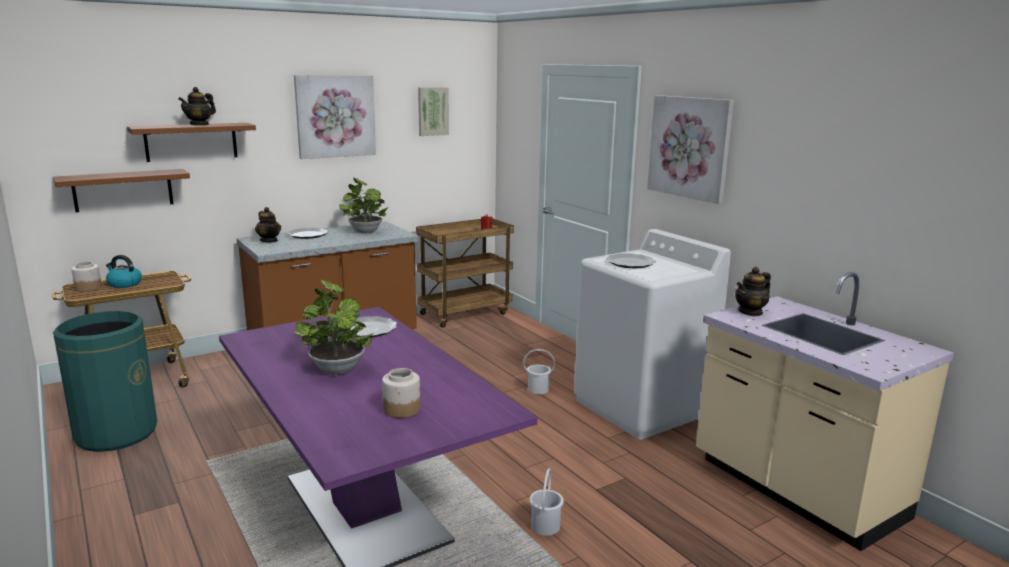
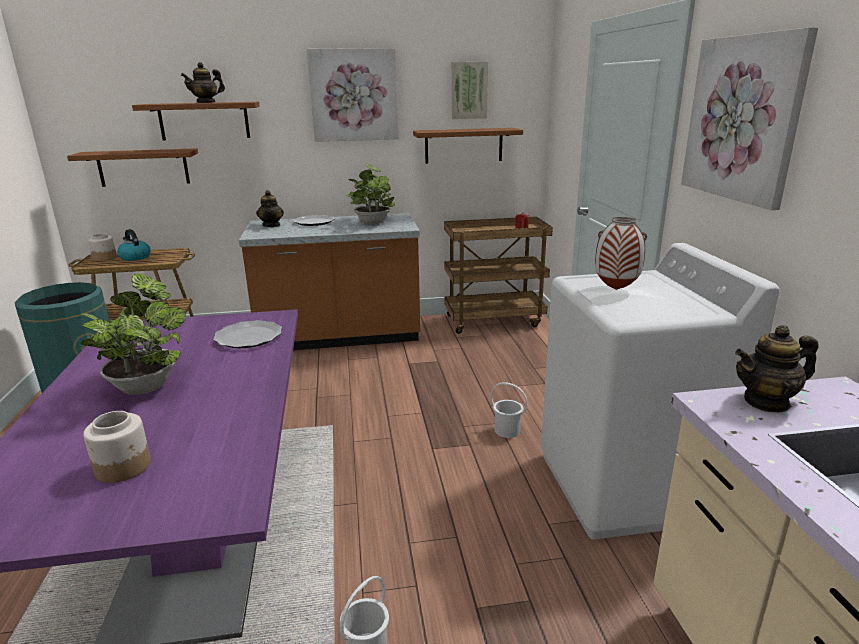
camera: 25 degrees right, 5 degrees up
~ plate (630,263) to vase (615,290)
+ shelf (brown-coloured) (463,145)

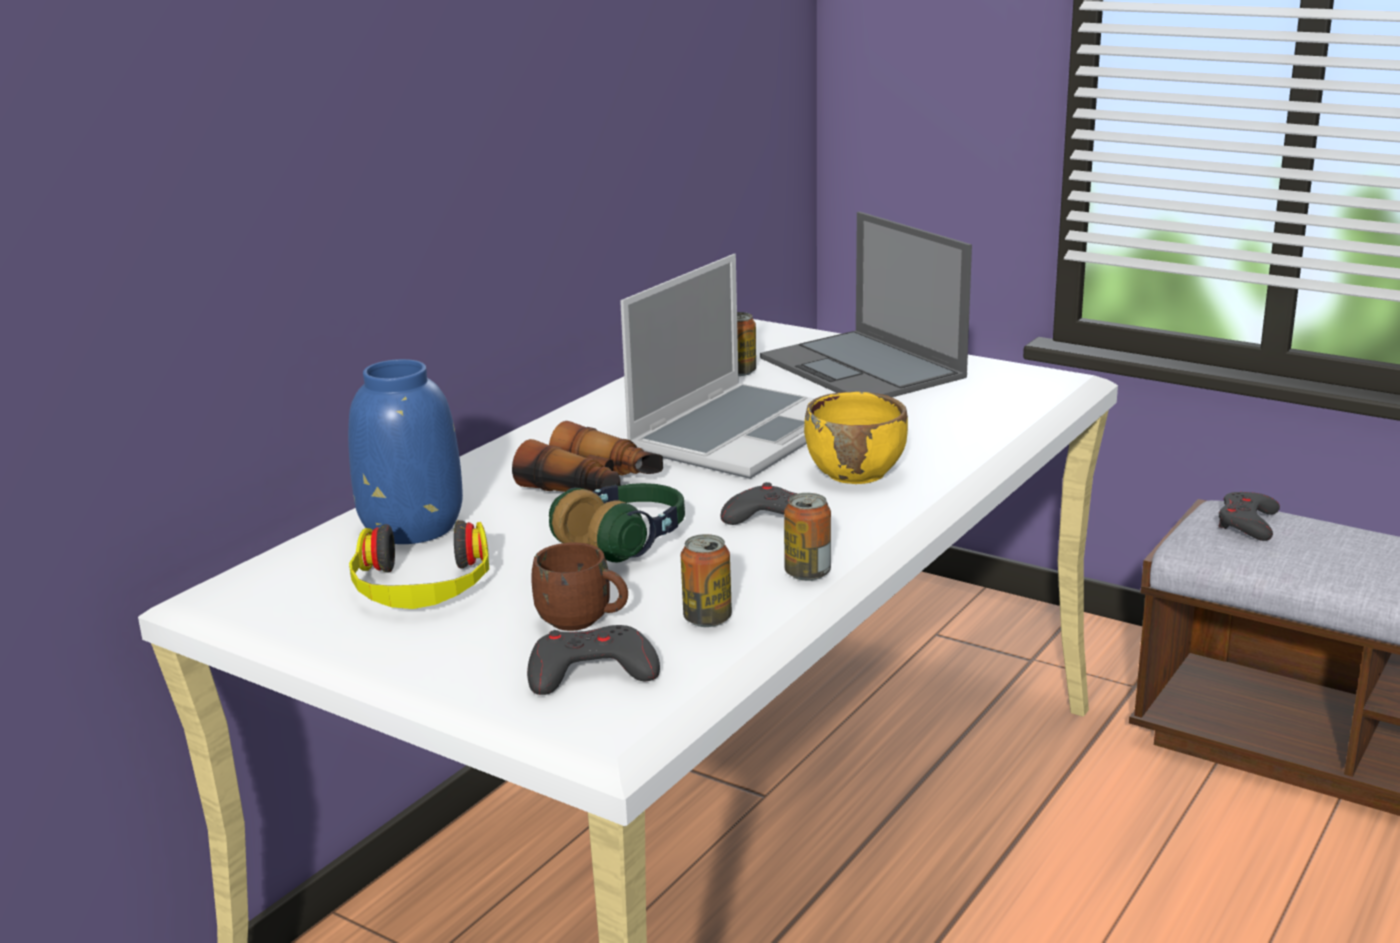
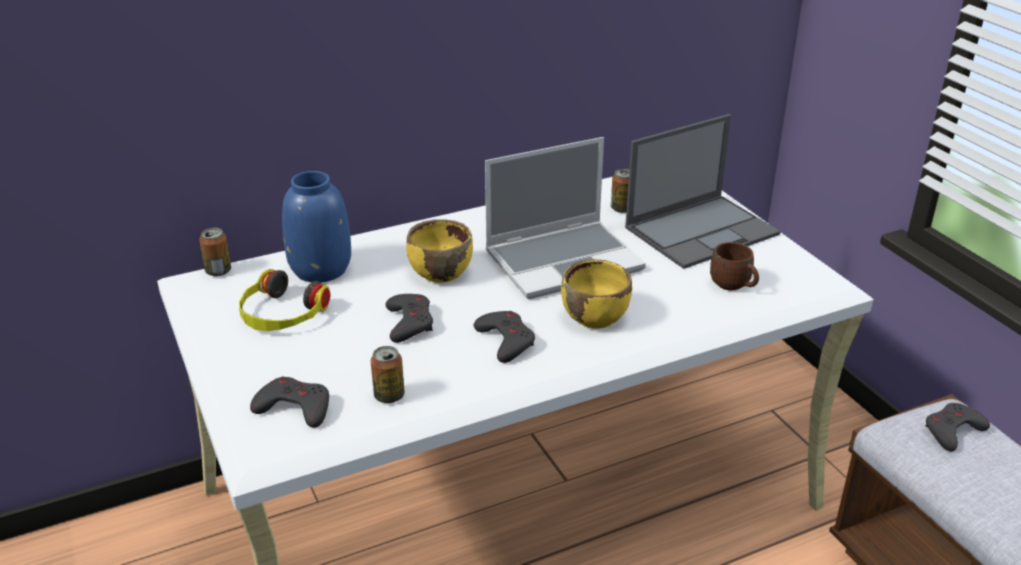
camera: 30 degrees right, 10 degrees up
~ laptop (864,368) = (702,230) 120 degrees counterclockwise
~ binoculars (594,486) to bowl (yellow-coloured) (440,273)
~ pair of headphones (625,543) to gamepad (grey) (409,322)
~ can (807,573) to (218,271)
~ coffee mug (brown-coloured) (583,621) to (734,286)

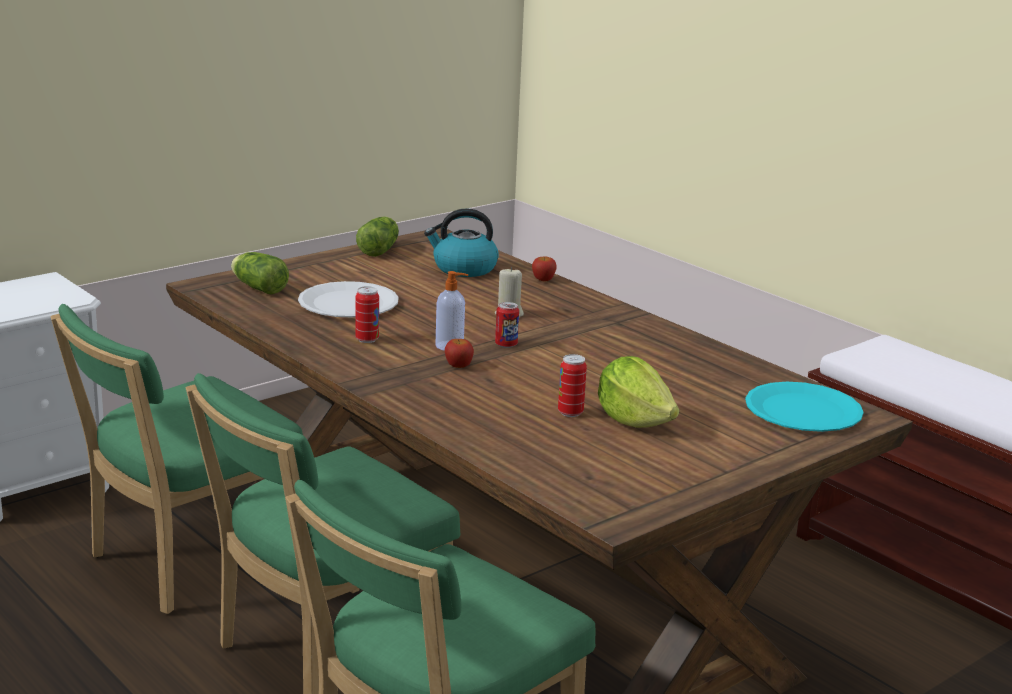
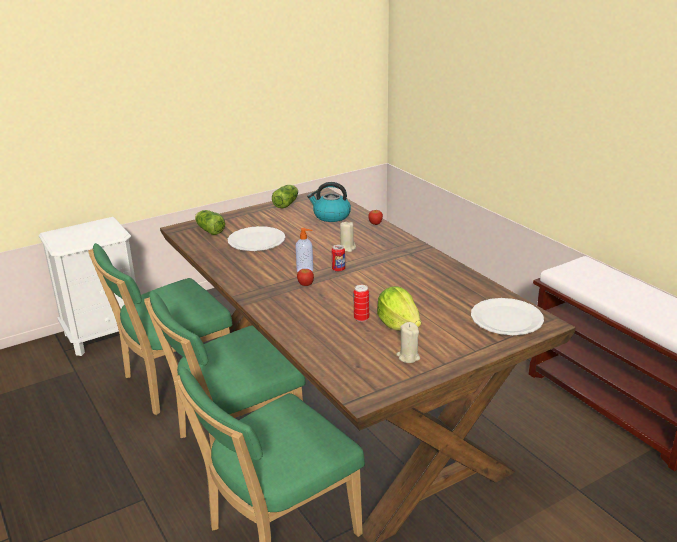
camera: 10 degrees right, 5 degrees up
- can (367,339)
~ plate (blue-green) (803,411) to plate (whitish) (506,319)
+ candle (beige) (408,357)

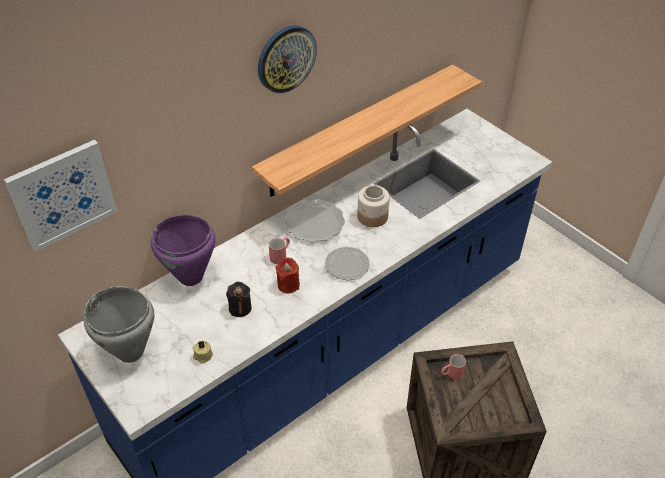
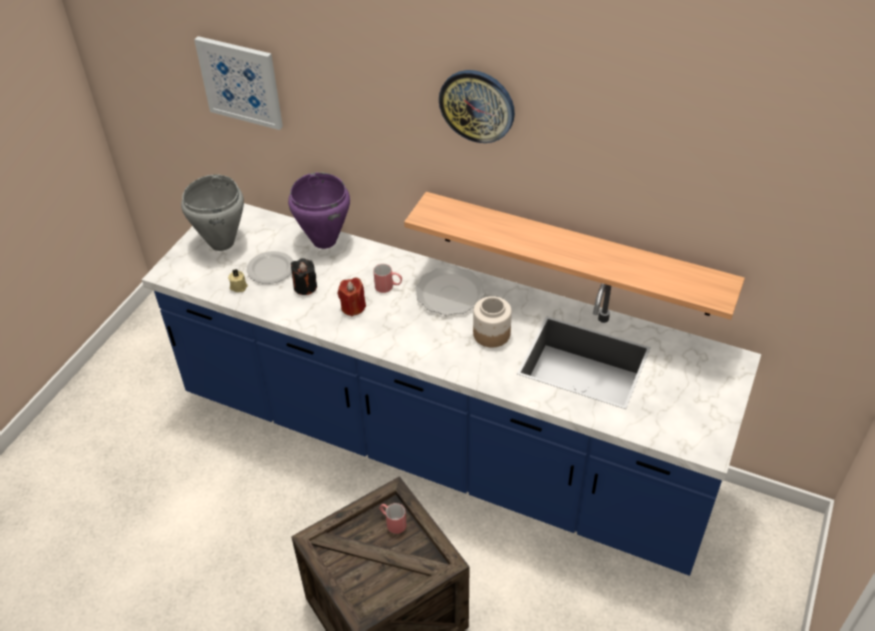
camera: 65 degrees right, 0 degrees up
~ plate (346,265) to (270,269)

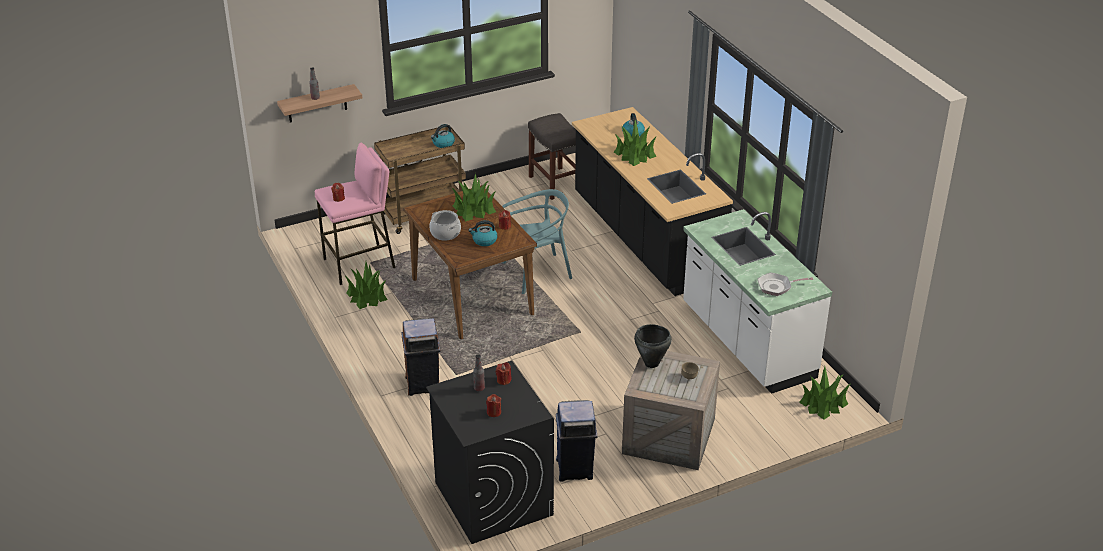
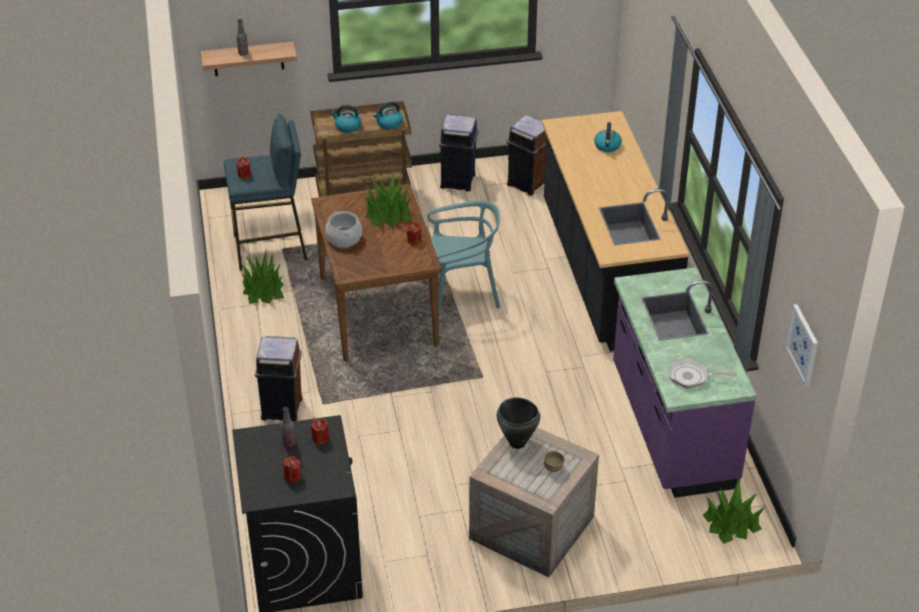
camera: 15 degrees right, 5 degrees up
~ stool (grey) (555,183) to trash can (brown-coloured) (528,183)
- plant in a pot (634,154)
~ stool (pink-coloured) (360,264) to stool (blue) (271,249)
~ kitchen base unit (whitish) (746,343) to kitchen base unit (purple) (670,427)
~ tea kettle (484,241) to (347,126)
~ trash can (blue) (575,469) to (458,181)
+ picture (803,344)

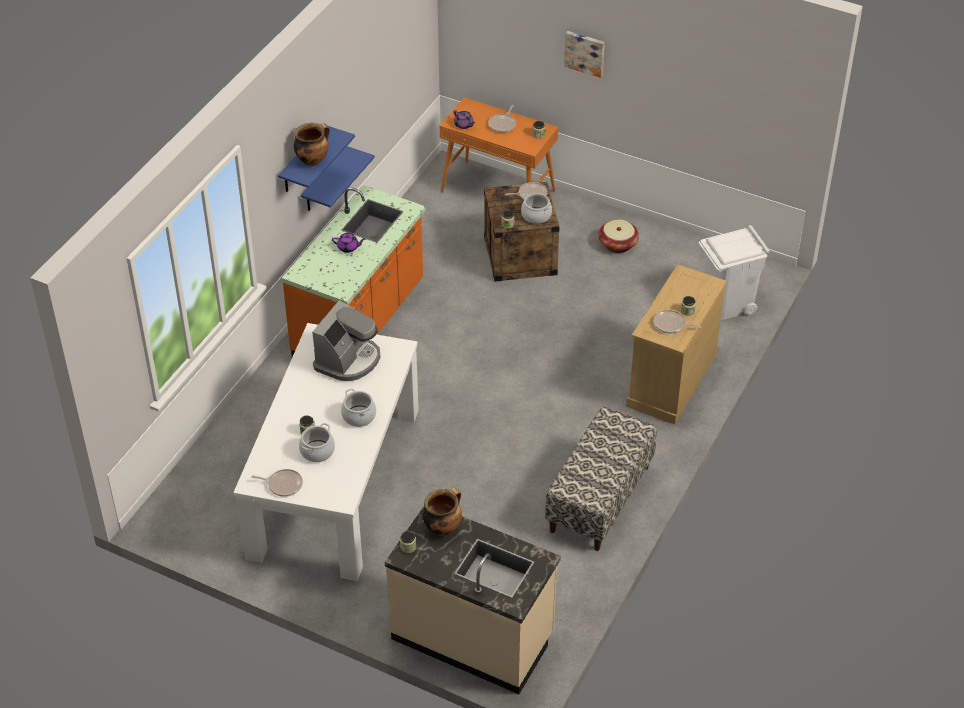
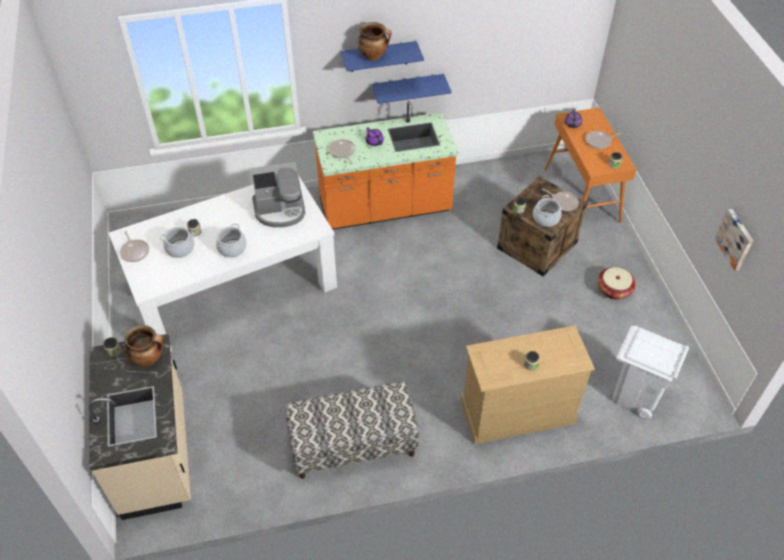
camera: 50 degrees right, 5 degrees up
~ picture (585,53) to (735,239)
~ pan (671,324) to (342,152)

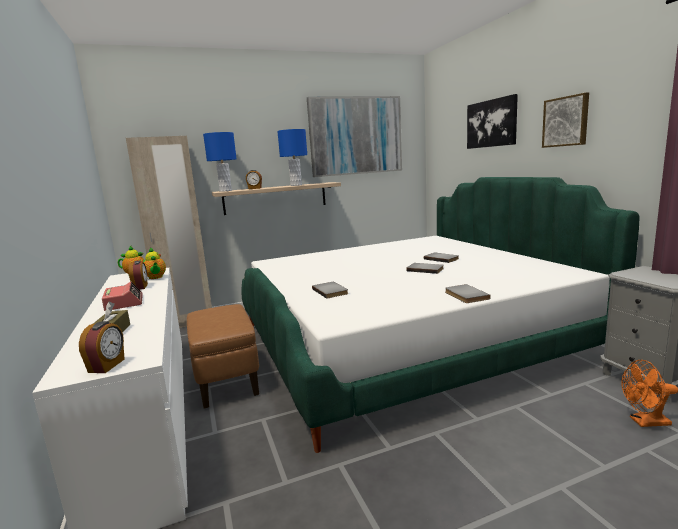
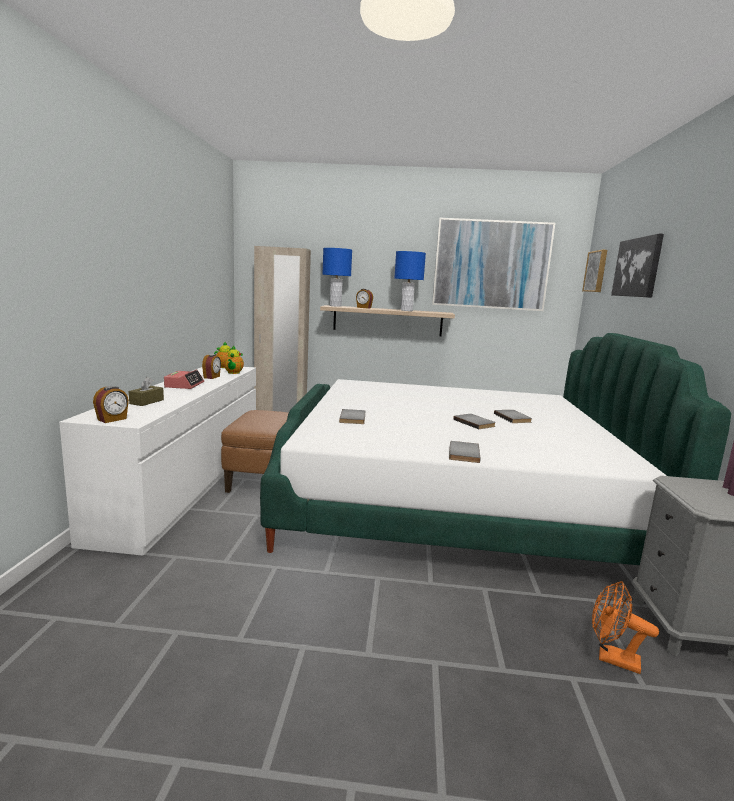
camera: 25 degrees right, 0 degrees up
~ picture (566,121) to (596,271)

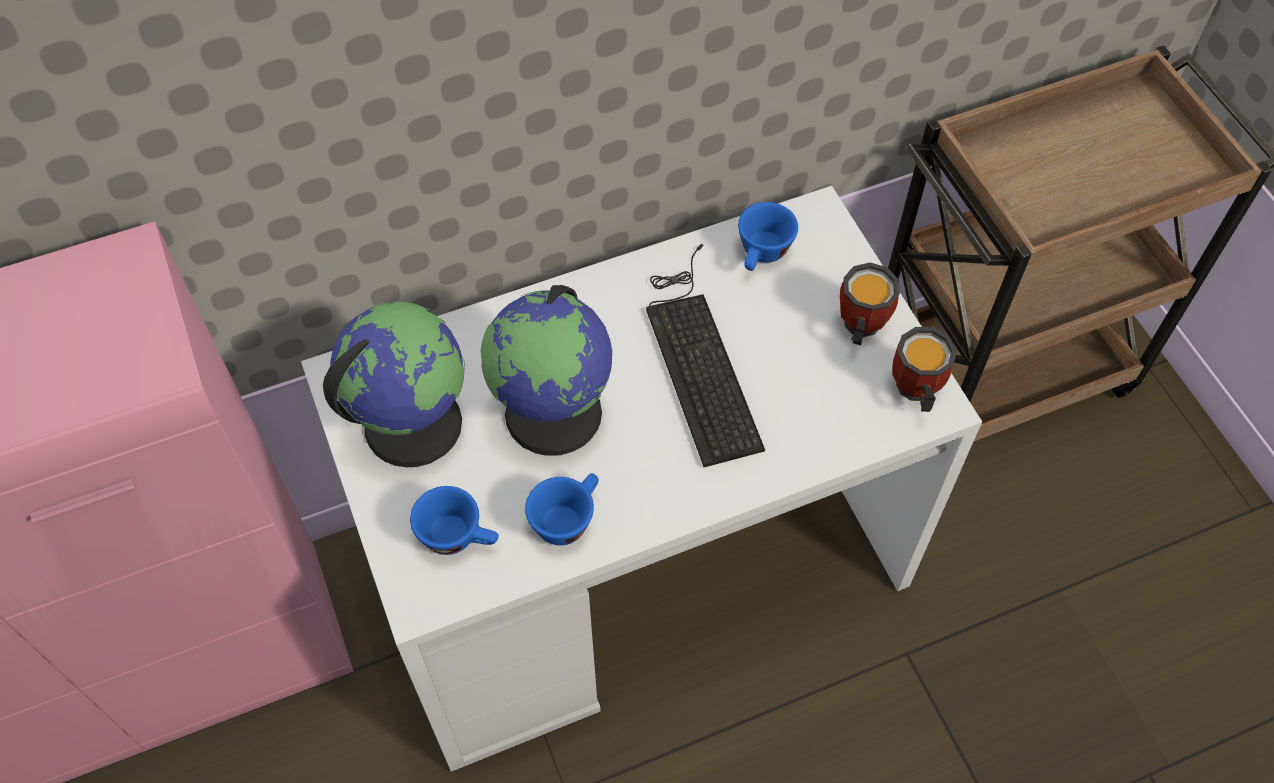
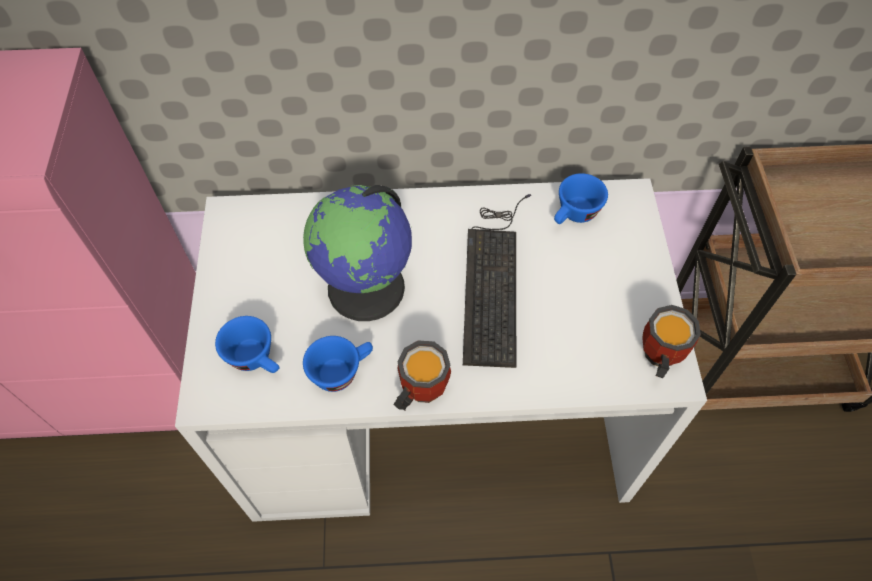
camera: 20 degrees right, 0 degrees up
~ coffee mug (857,327) to (418,391)
- desk globe (412,423)

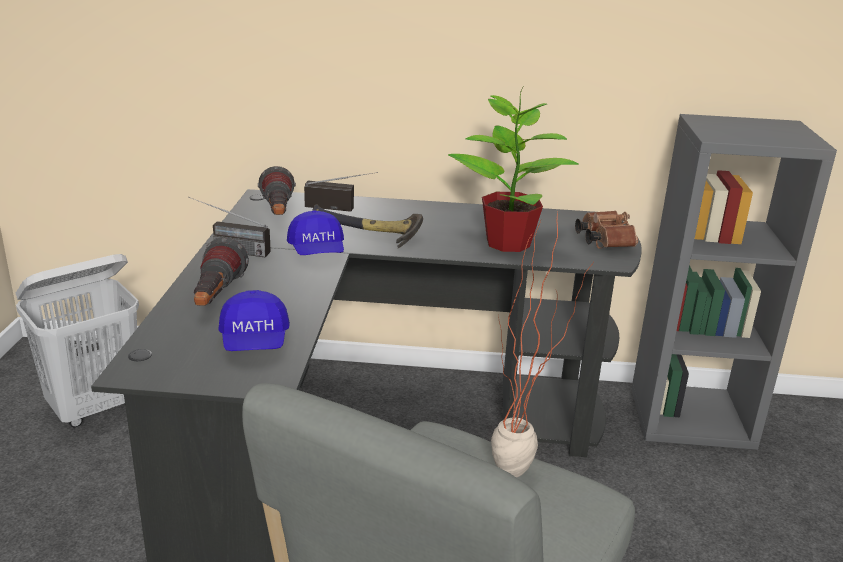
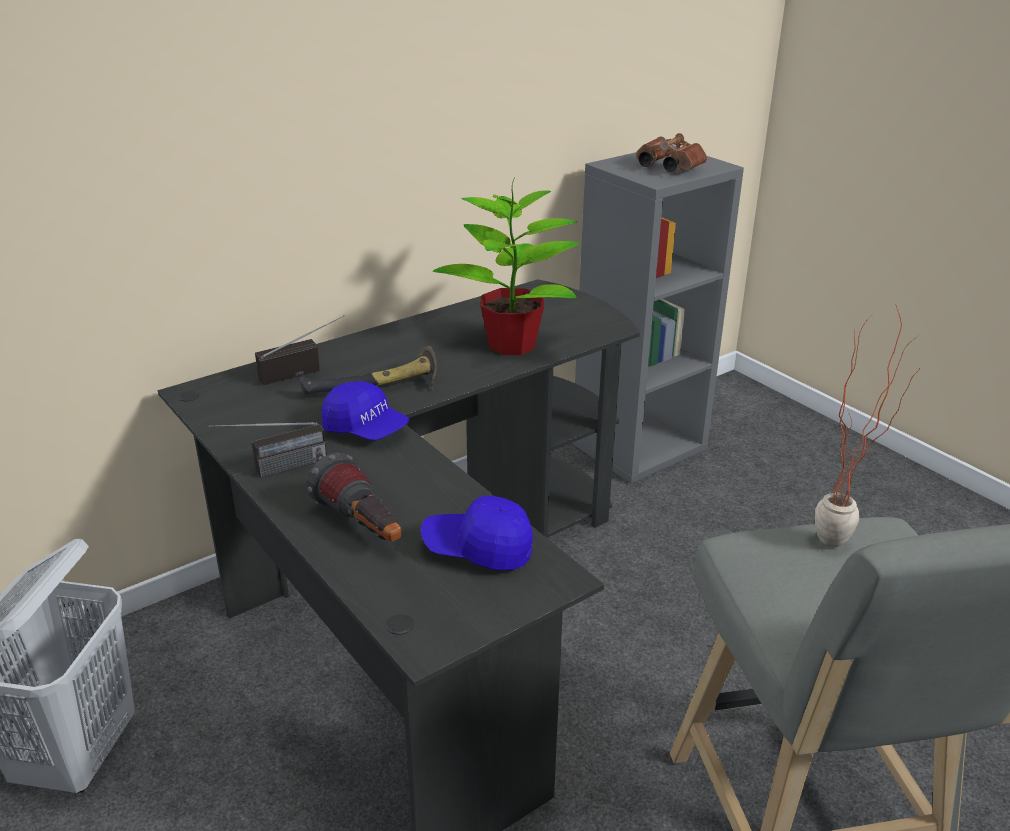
camera: 40 degrees left, 5 degrees up
- hand torch (278,214)
~ binoculars (brown-coloured) (603,241) to (666,168)
~ cap (blue) (254,342) = (478,549) 150 degrees clockwise

